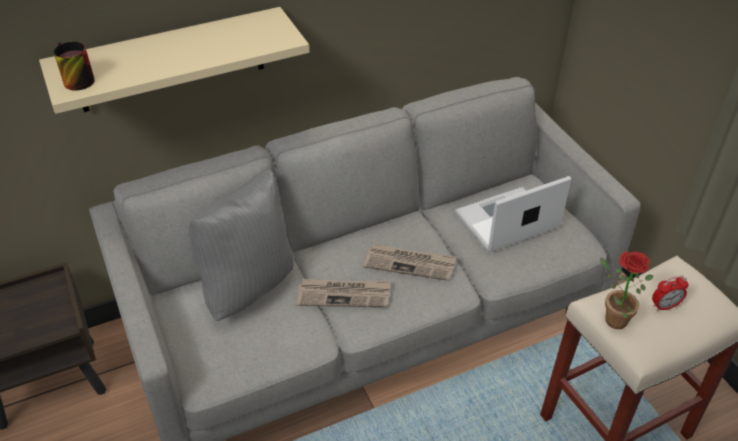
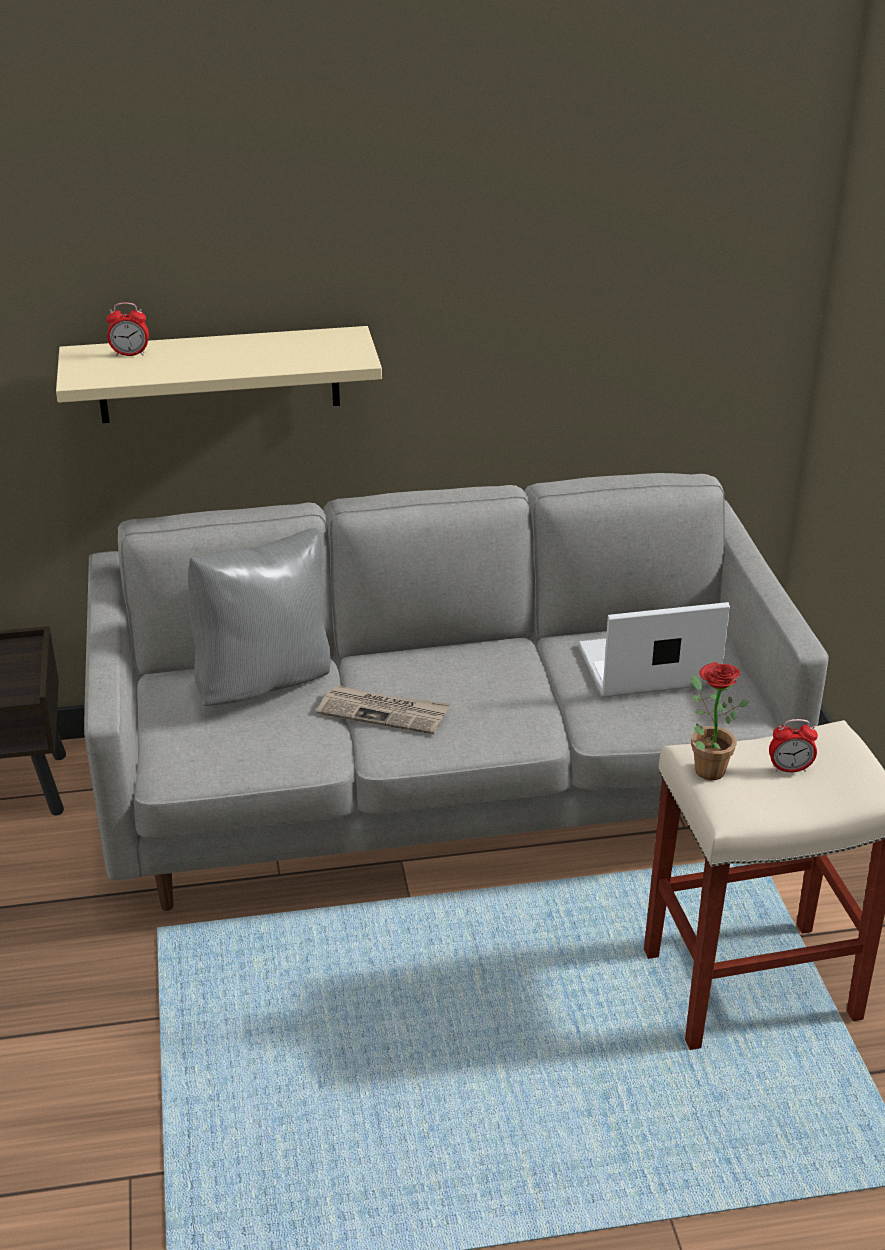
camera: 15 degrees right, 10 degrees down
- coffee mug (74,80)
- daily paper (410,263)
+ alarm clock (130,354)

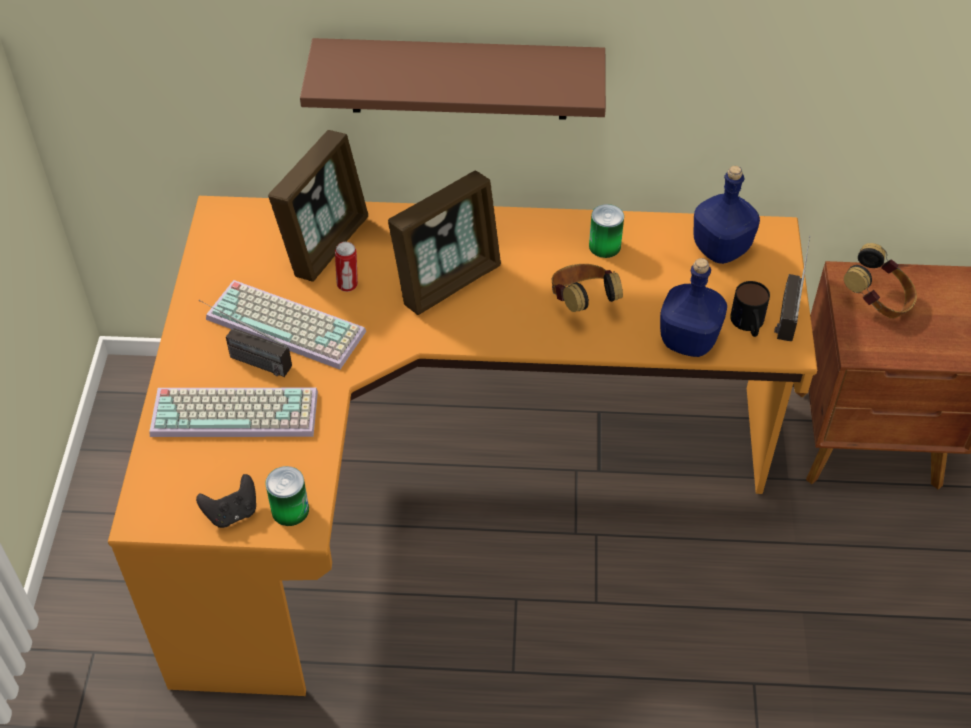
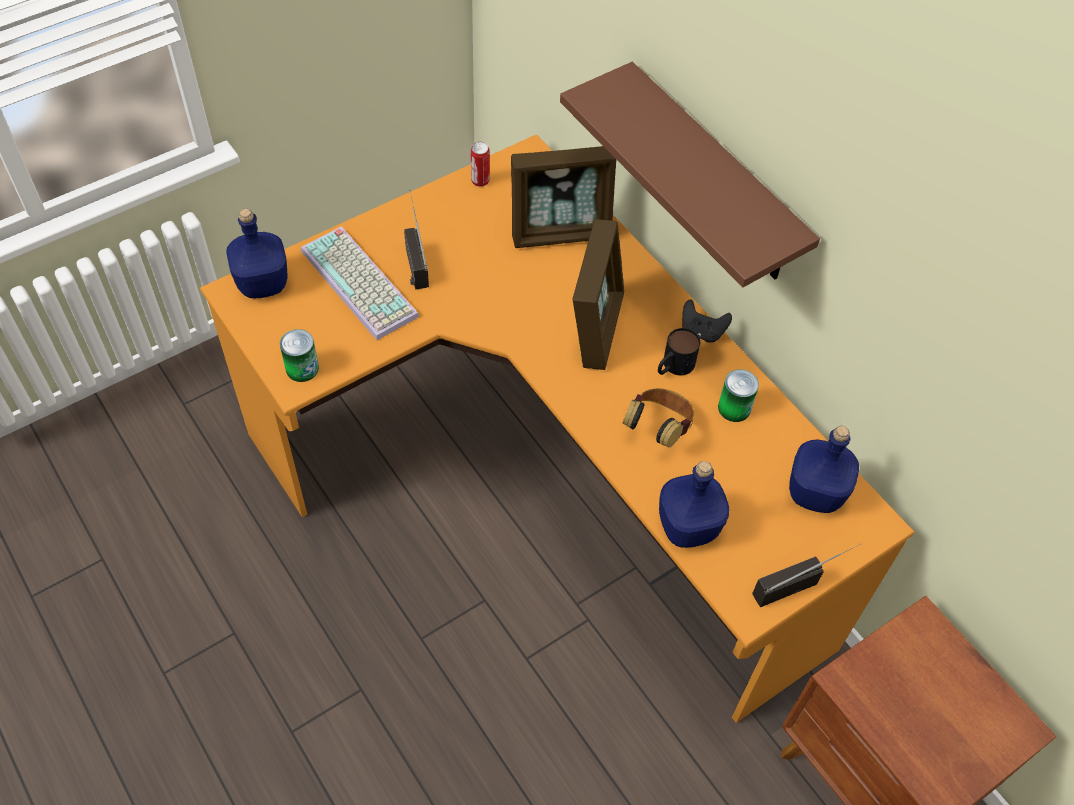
camera: 50 degrees right, 5 degrees up
~ picture frame (448,281) = (596,328) 90 degrees counterclockwise
~ can (348,285) to (480,181)
- pair of headphones (877,301)
- PC keyboard (289,324)
~ coffee mug (748,325) to (673,366)
~ gamepad (blackish) (232,513) to (702,331)
+ bottle (blue) (262,283)

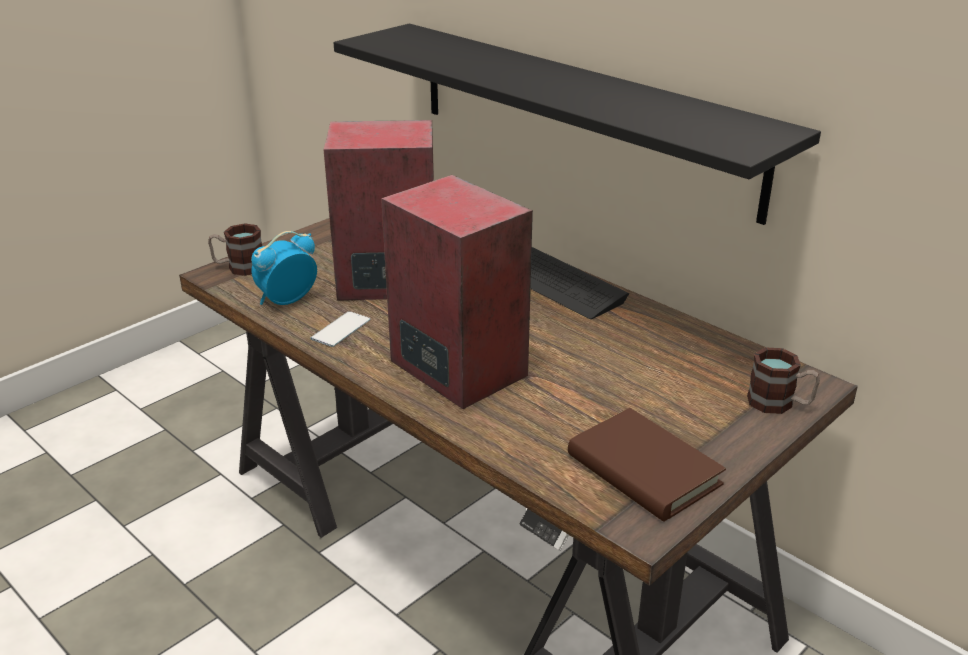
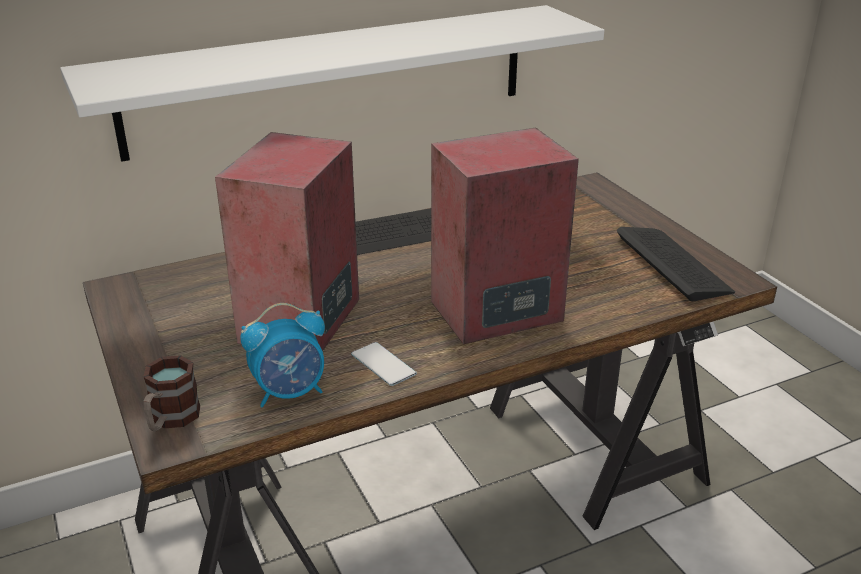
camera: 70 degrees left, 0 degrees up
~ shelf (blackish) (580,116) to shelf (whitish) (331,79)
~ alarm clock (286,300) = (290,392) 90 degrees counterclockwise
- coffee mug (779,403)
~ book (brown-coloured) (643,470) to PC keyboard (672,264)

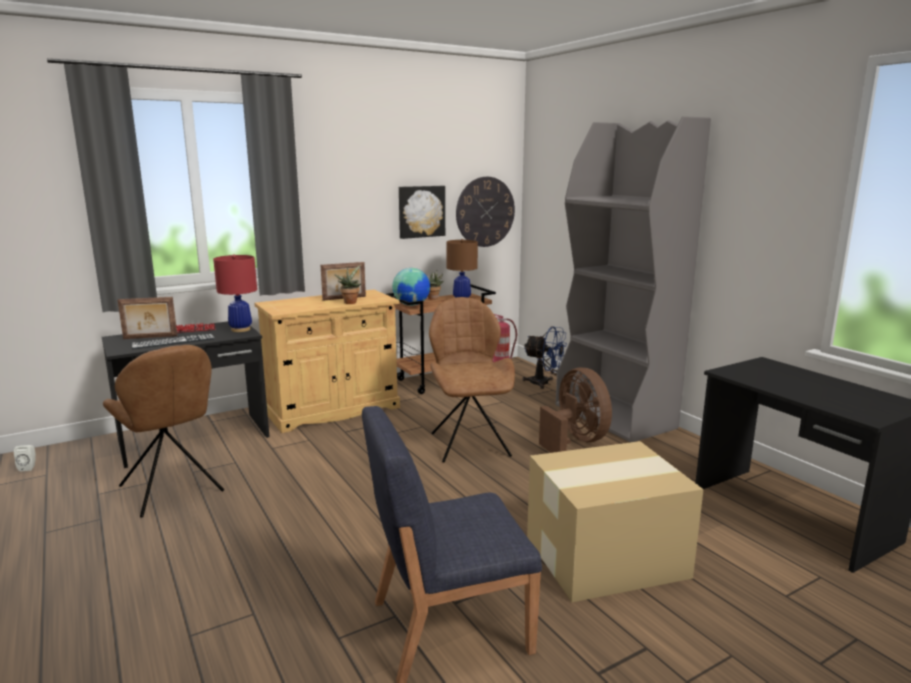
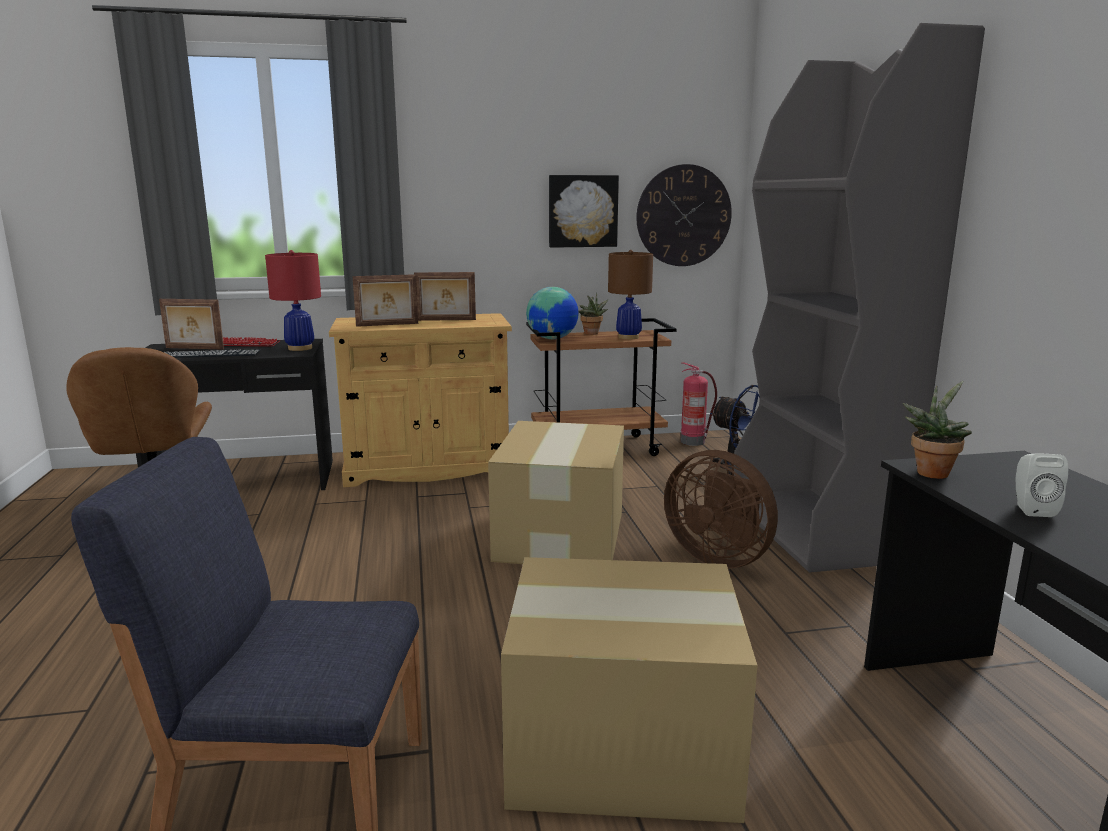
camera: 20 degrees right, 0 degrees up
~ plant in a pot (350,302) to (931,472)
~ chair (brown-coloured) (469,443) to carton (562,535)
~ electric fan (brown-coloured) (575,442) = (719,557) 135 degrees clockwise
~ loudspeaker (whitish) (28,467) to (1031,509)
+ picture frame (387,325)

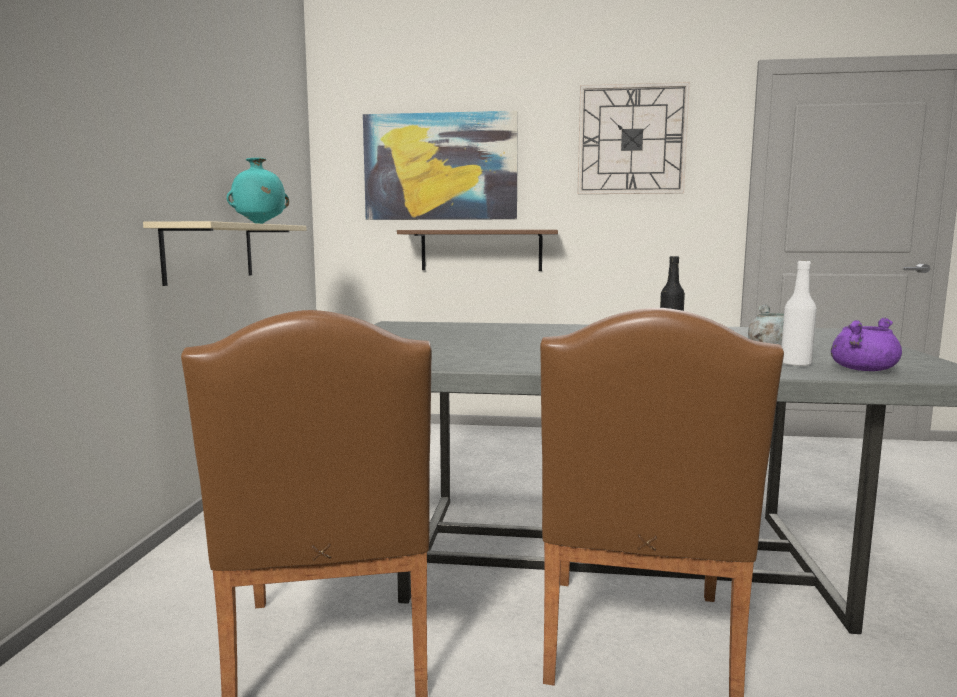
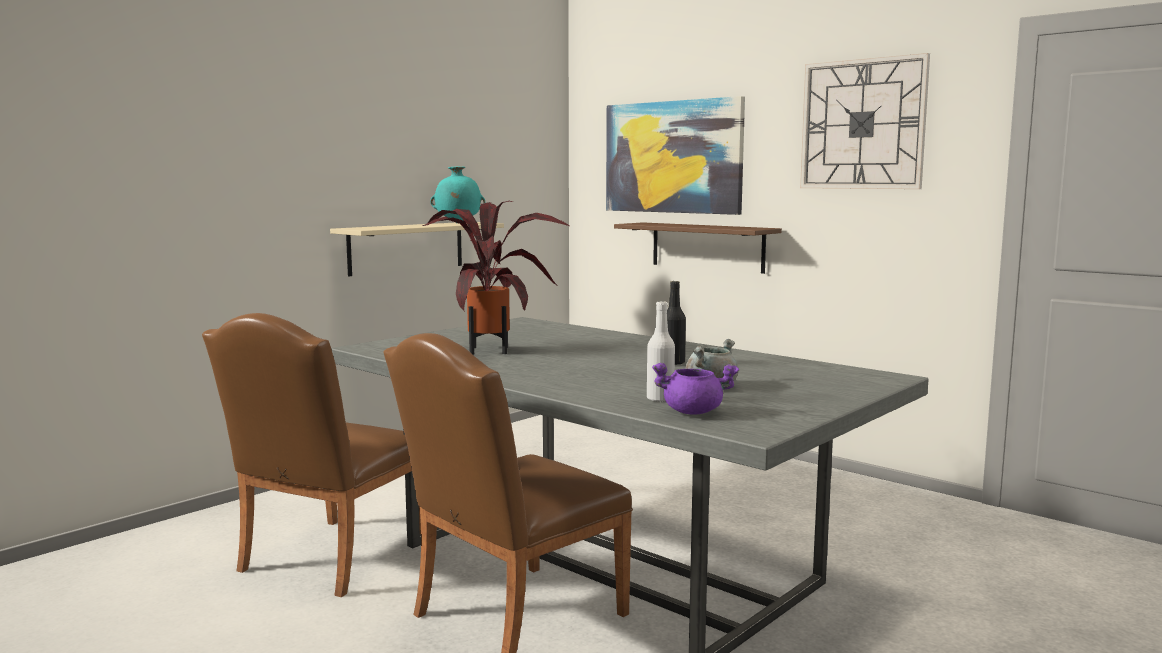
camera: 35 degrees right, 0 degrees up
+ plant in a pot (492,349)

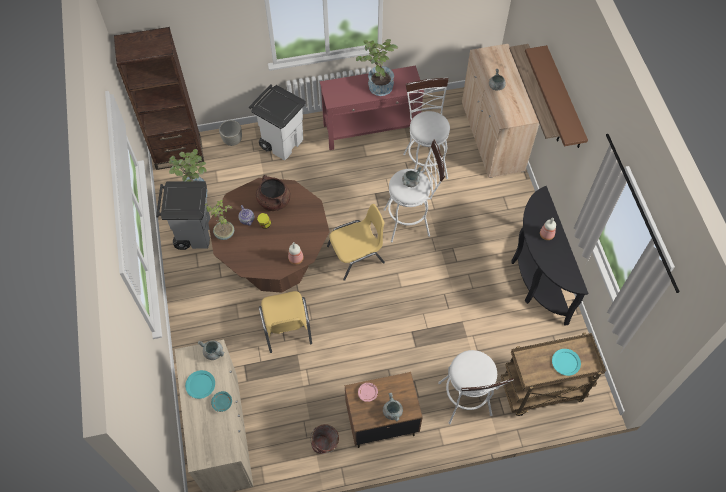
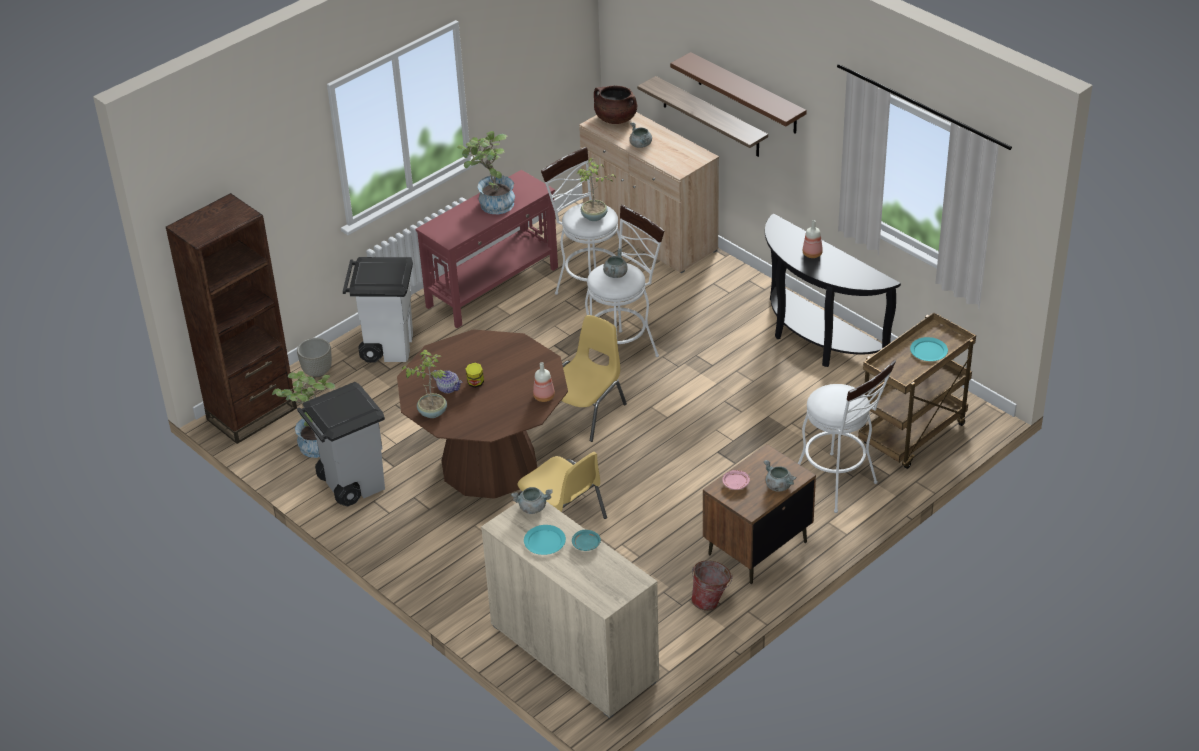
camera: 30 degrees left, 20 degrees down
~ saucepot (brown-coloured) (274,201) to (615,119)
+ plant in a pot (594,217)

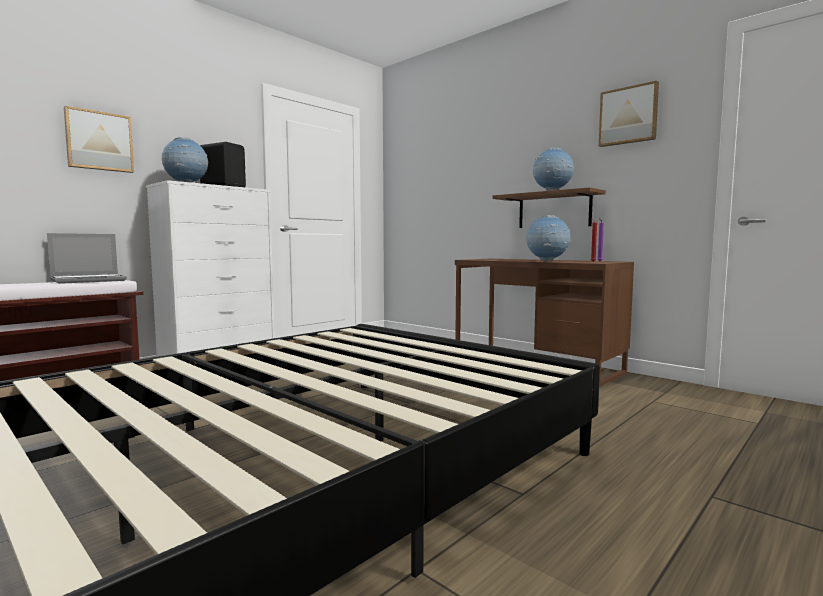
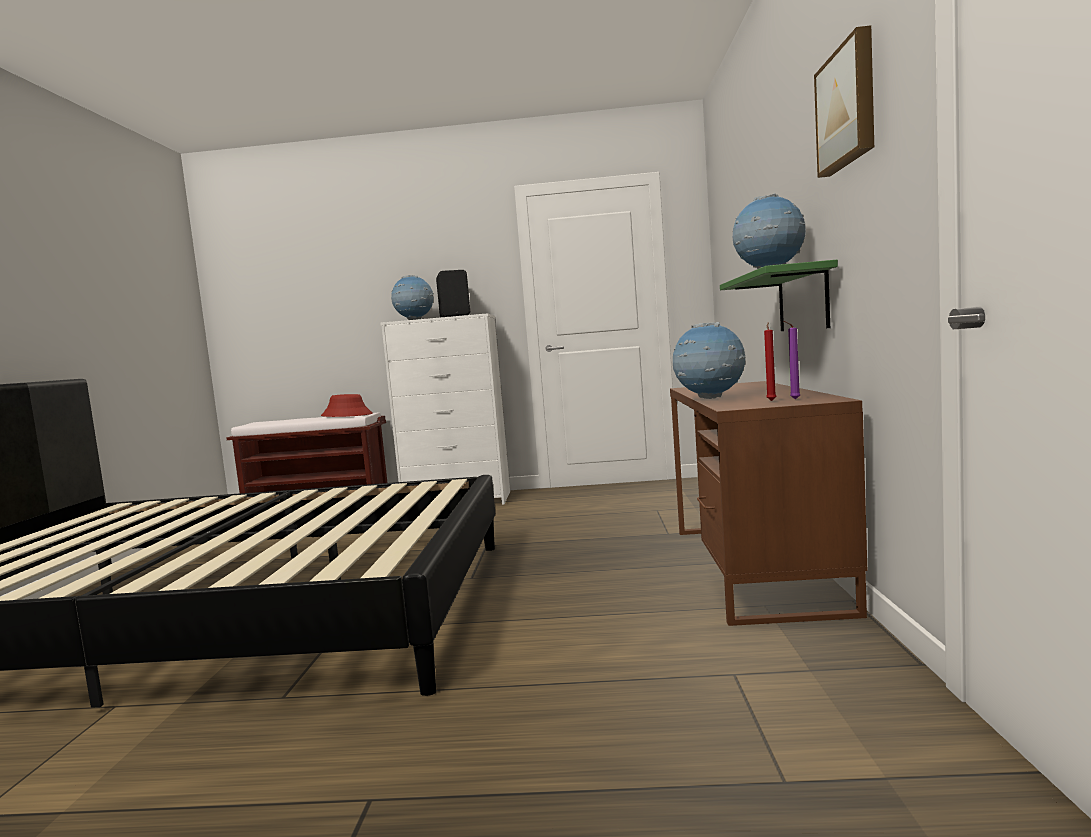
camera: 50 degrees right, 0 degrees up
- picture (99,141)
~ shelf (brown-coloured) (554,210) to shelf (green-coloured) (802,300)
~ laptop (89,280) to wearable hat (reddish) (347,415)

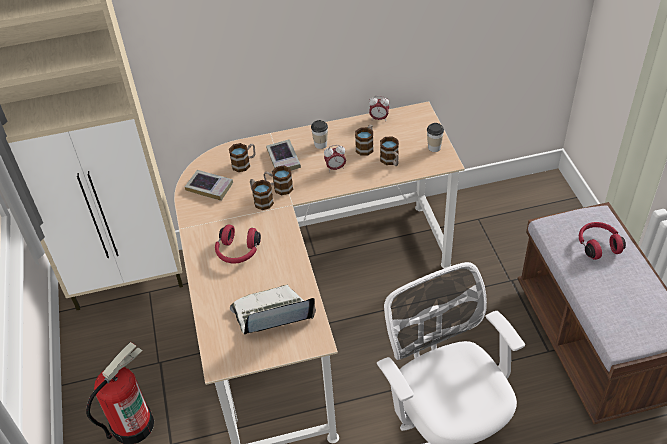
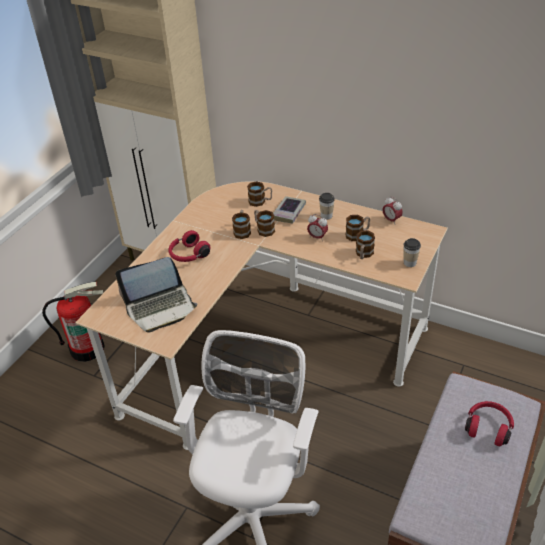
camera: 40 degrees right, 5 degrees down
- book (209,187)
~ laptop (272,315) = (160,307) 135 degrees clockwise

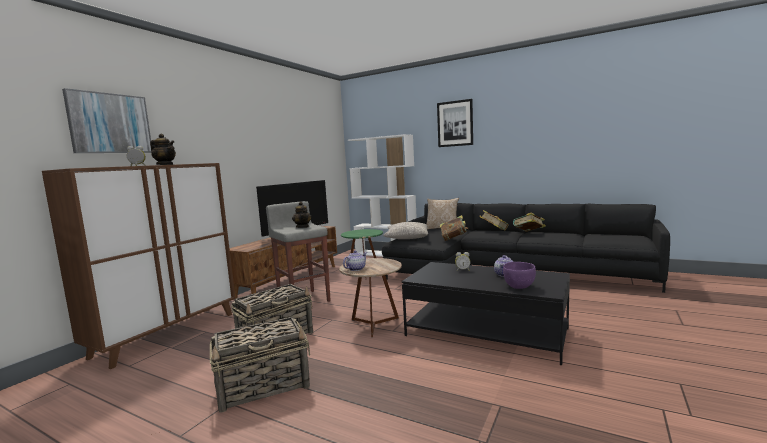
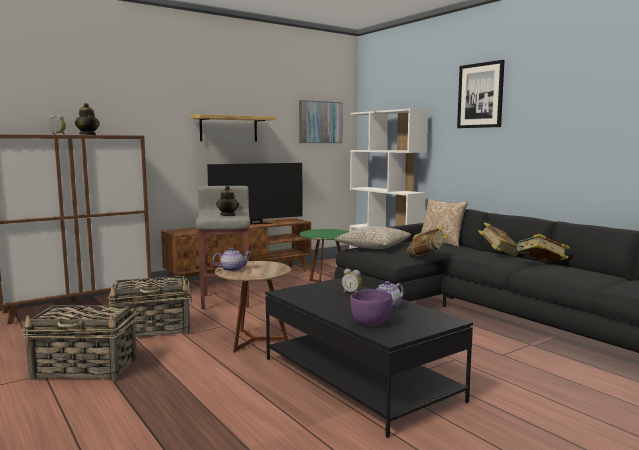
camera: 25 degrees right, 0 degrees up
~ picture (110,123) to (320,122)
+ shelf (229,128)

